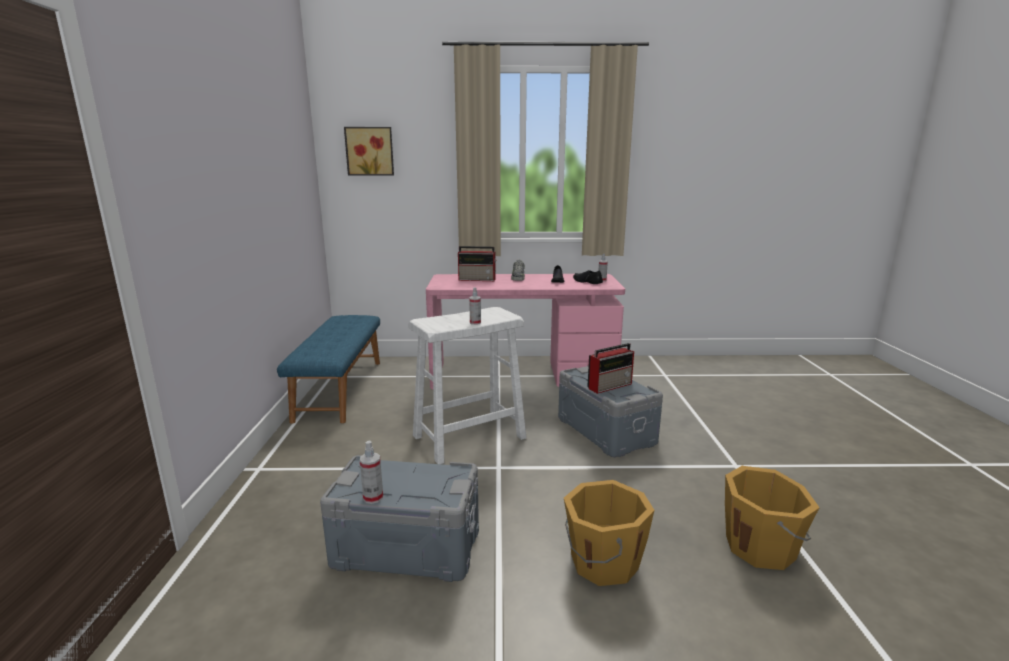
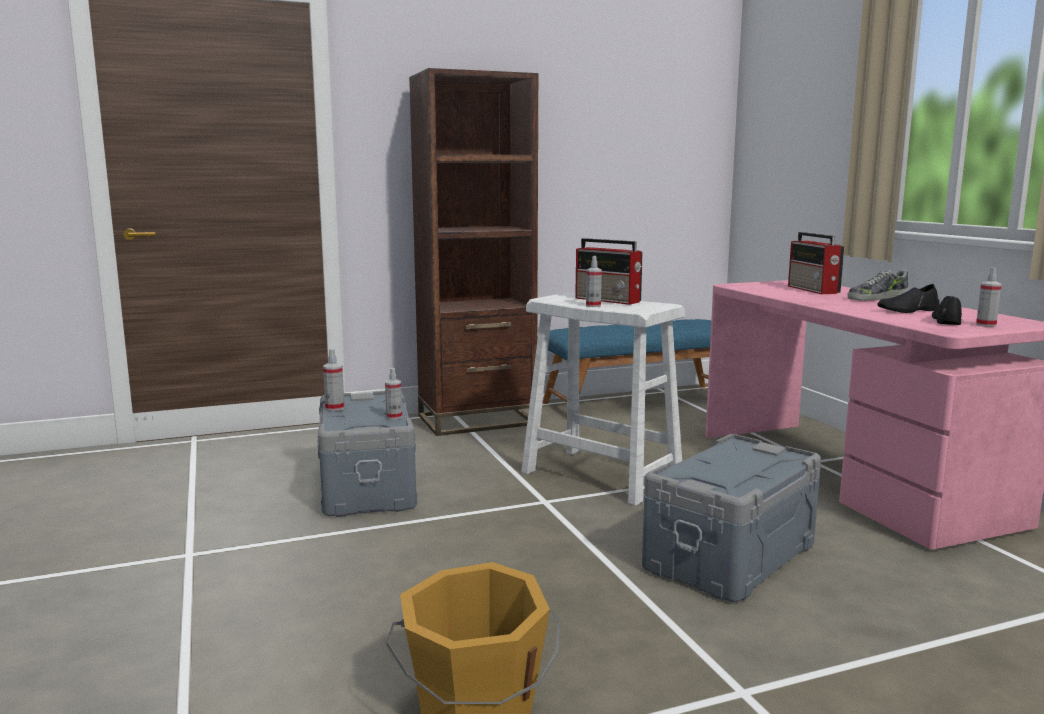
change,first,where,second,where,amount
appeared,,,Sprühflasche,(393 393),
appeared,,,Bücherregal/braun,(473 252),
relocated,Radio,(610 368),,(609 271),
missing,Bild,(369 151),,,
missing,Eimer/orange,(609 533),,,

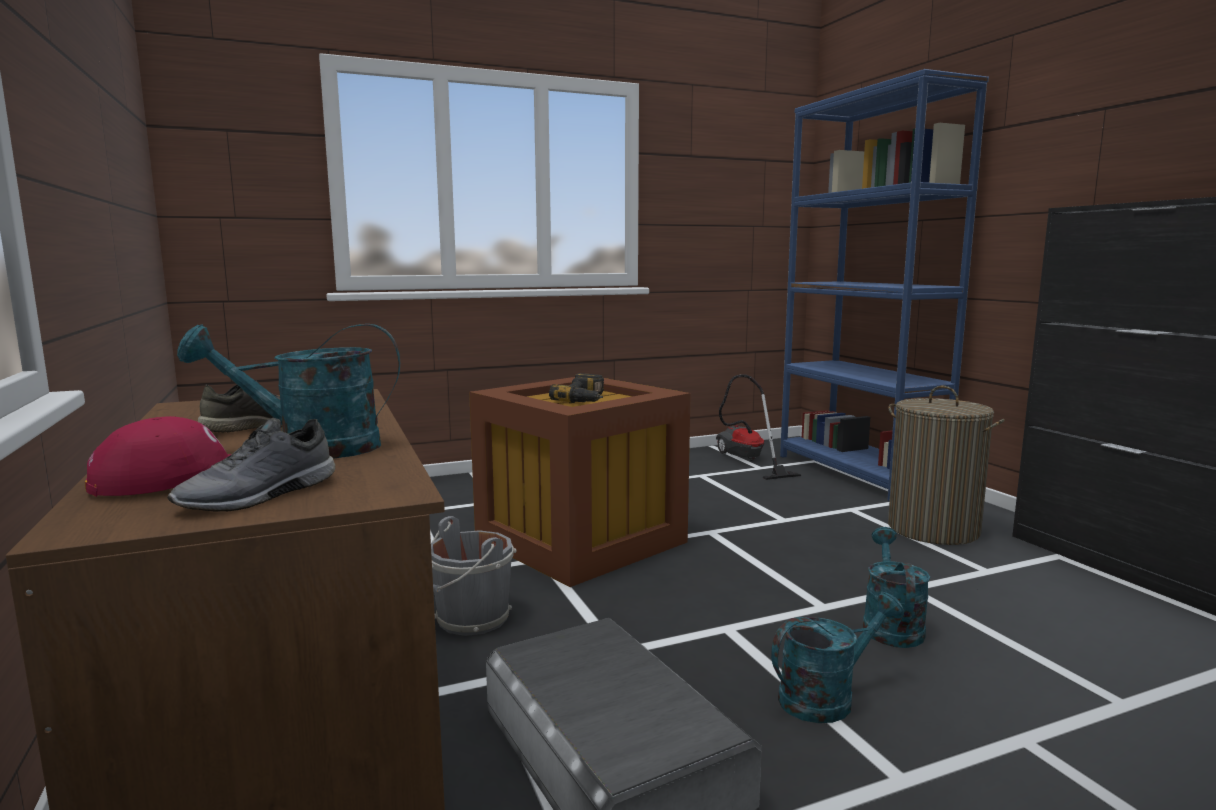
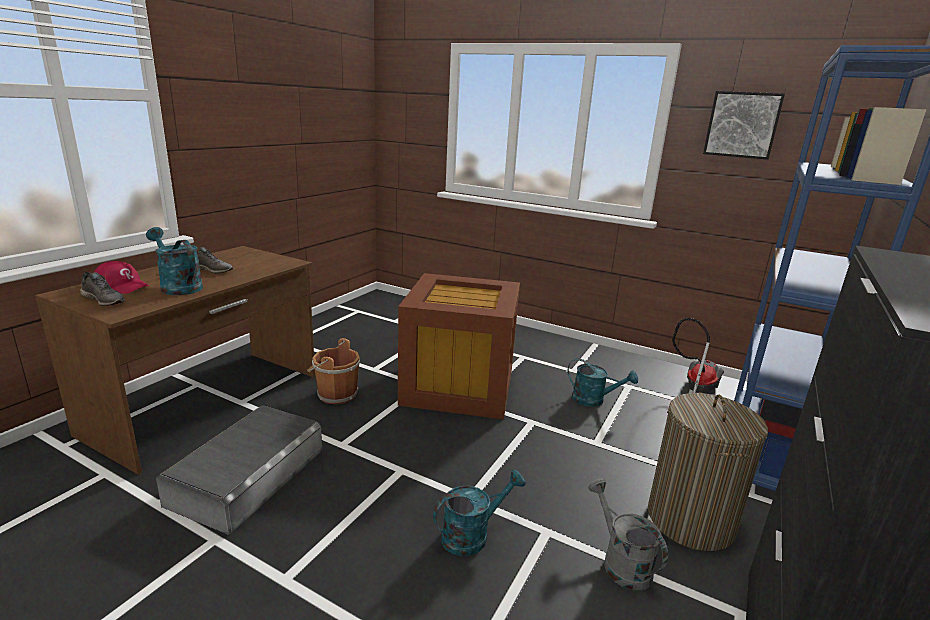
change,first,where,second,where,amount
spun,Schuh/grau,(251 464),,(102 289),150 degrees counterclockwise
colour,Eimer/grau,(474 576),Eimer/braun,(333 371),
relocated,Gießkanne/türkis,(837 657),,(602 382),
appeared,,,Gießkanne/grau,(628 534),
appeared,,,Bild,(744 125),
missing,Bohrmaschine,(576 388),,,

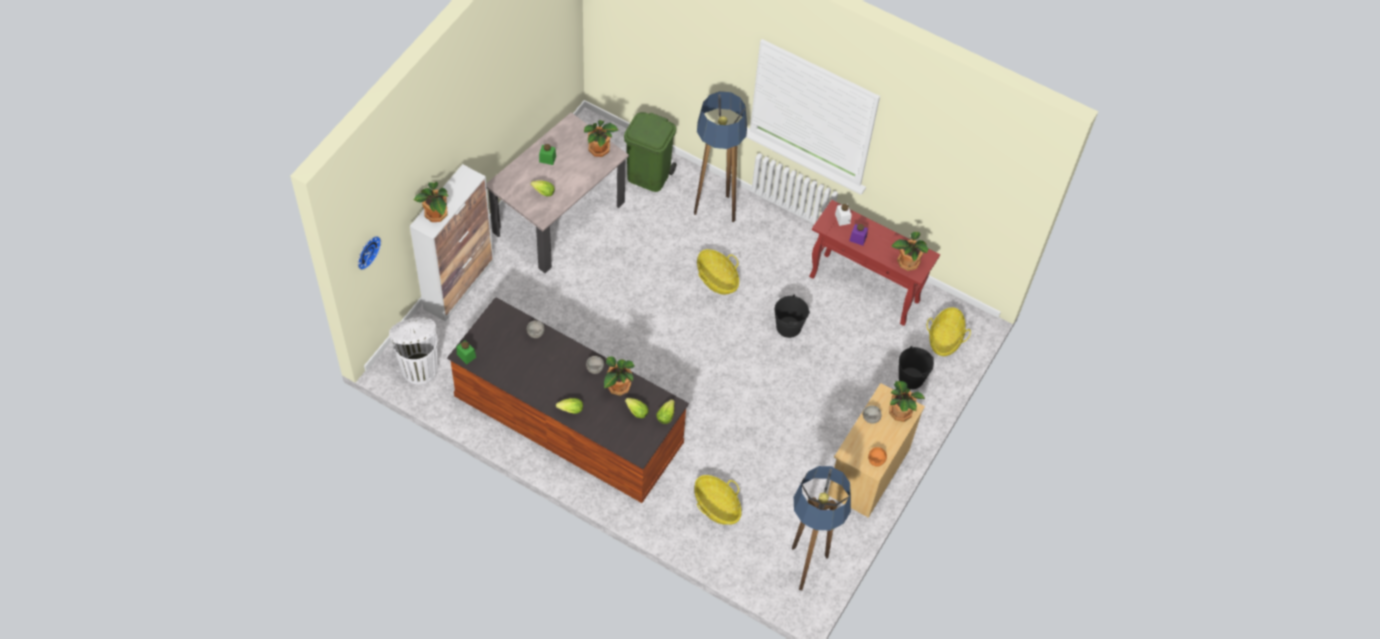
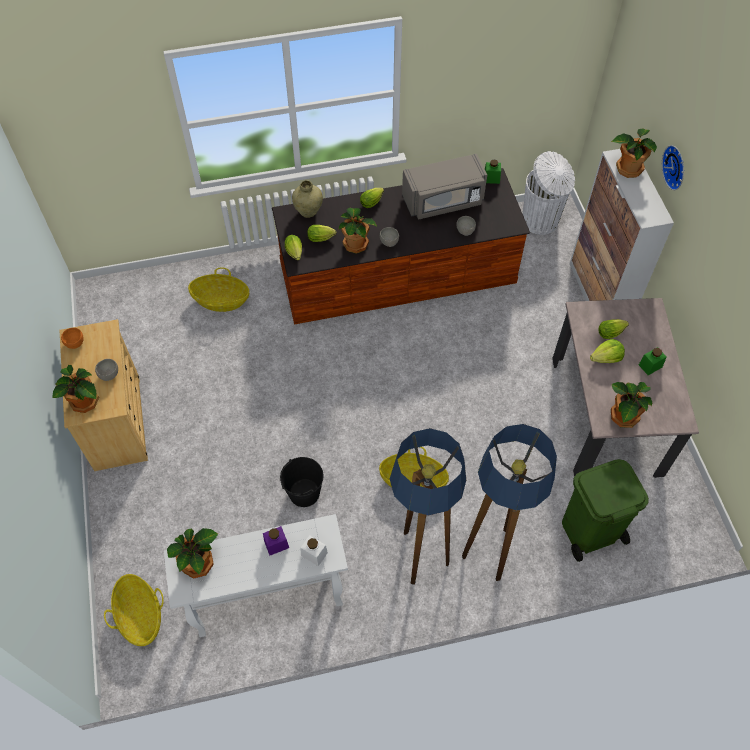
change,first,where,second,where,amount
colour,Konsolentisch/rot,(874 263),Konsolentisch/weiß,(256 575),
appeared,,,Vase/beige,(307 199),
relocated,Stehlampe,(821 528),,(428 506),
appeared,,,Mikrowelle/grau,(444 186),
appeared,,,Salatkopf,(607 351),
relocated,Wanduhr,(369 253),,(673 167),
missing,Eimer/schwarz,(916 367),,,

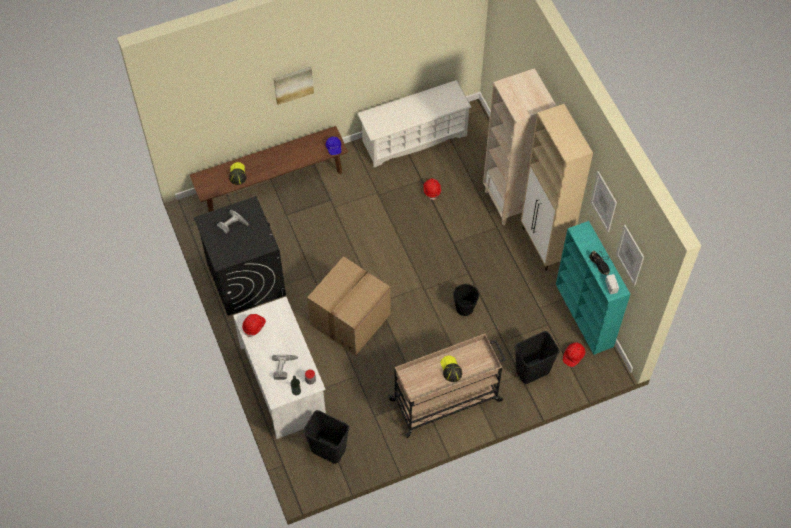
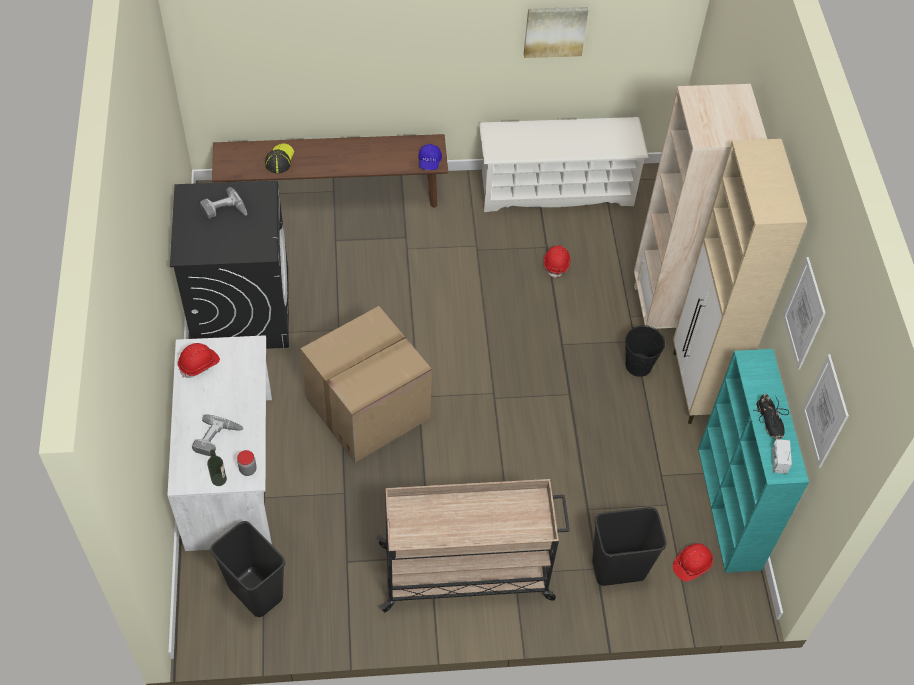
change,first,where,second,where,amount
relocated,Bild,(294 85),,(556 32),
relocated,Eimer/schwarz,(466 300),,(645 351),
missing,Kappe,(451 369),,,

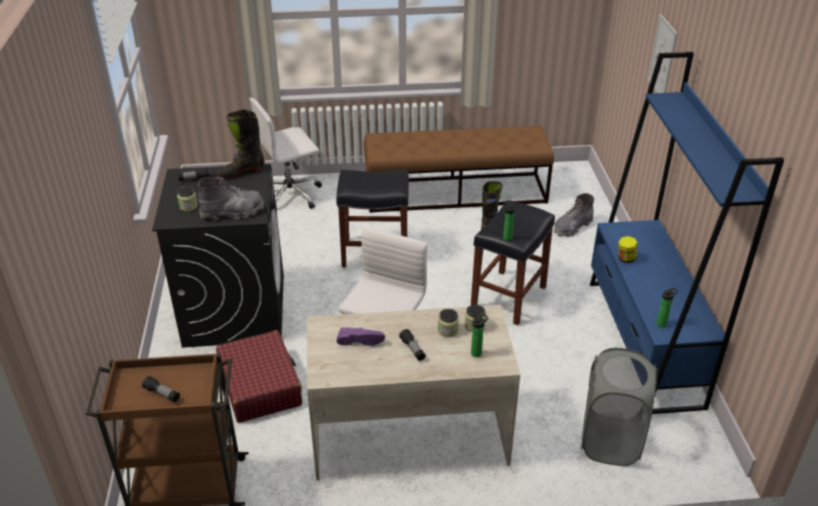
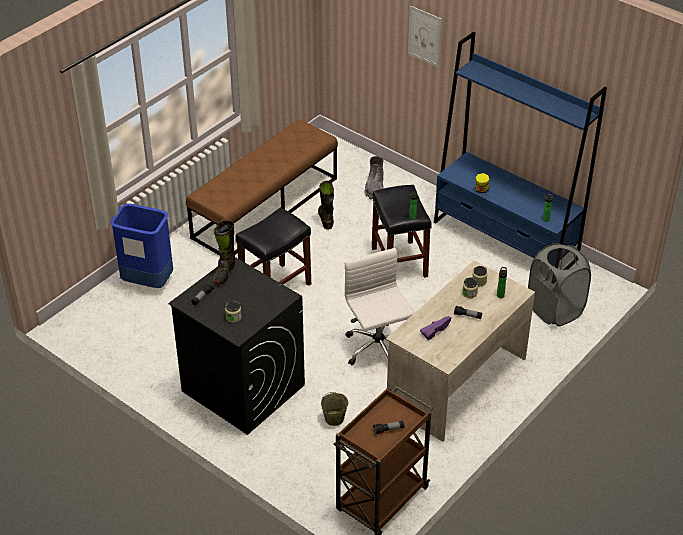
change,first,where,second,where,amount
exchanged,Bürostuhl/weiß,(285 154),Mülleimer/blau,(141 246),
exchanged,Koffer/rot,(259 376),Eimer/beige,(334 409),
missing,Stiefel/grau,(231 199),,,

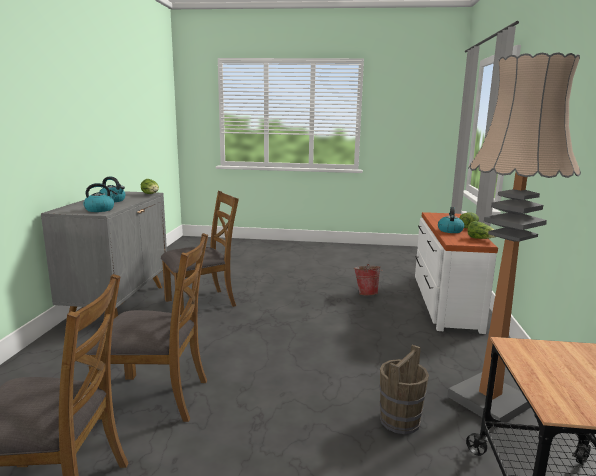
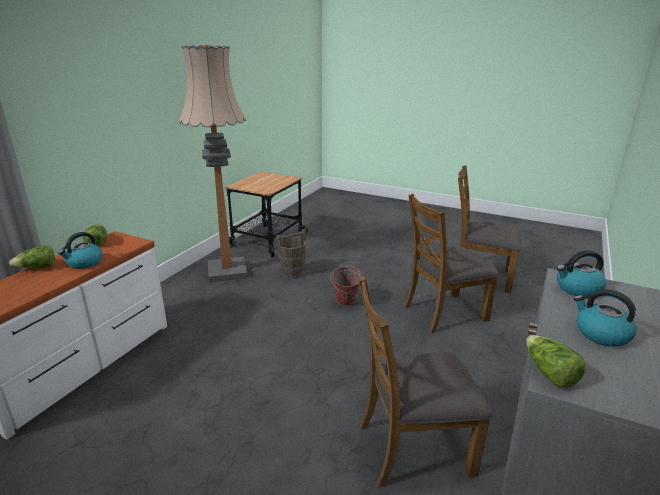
change,first,where,second,where,amount
relocated,Eimer,(368 279),,(346 285),
spun,Stuhl/braun,(147 327),,(451 263),45 degrees counterclockwise

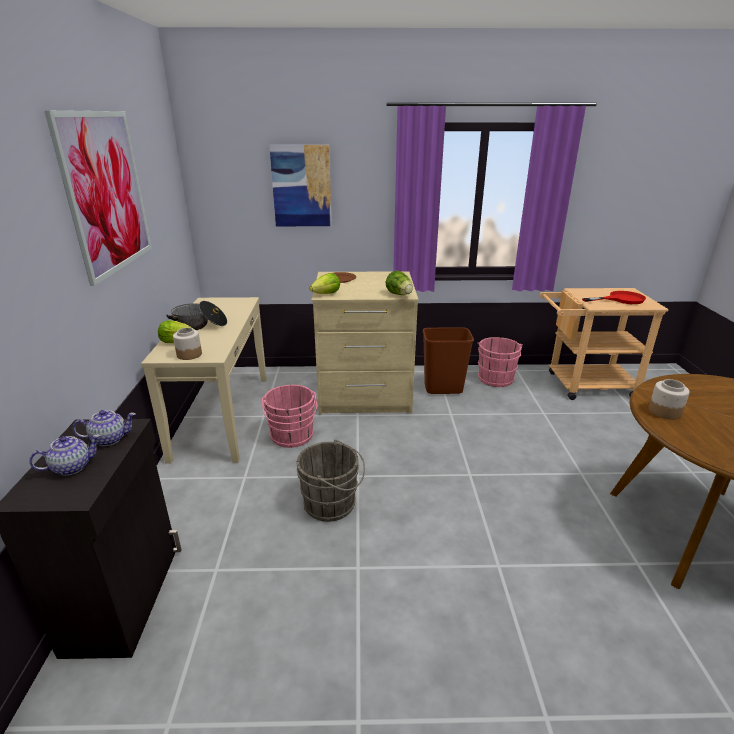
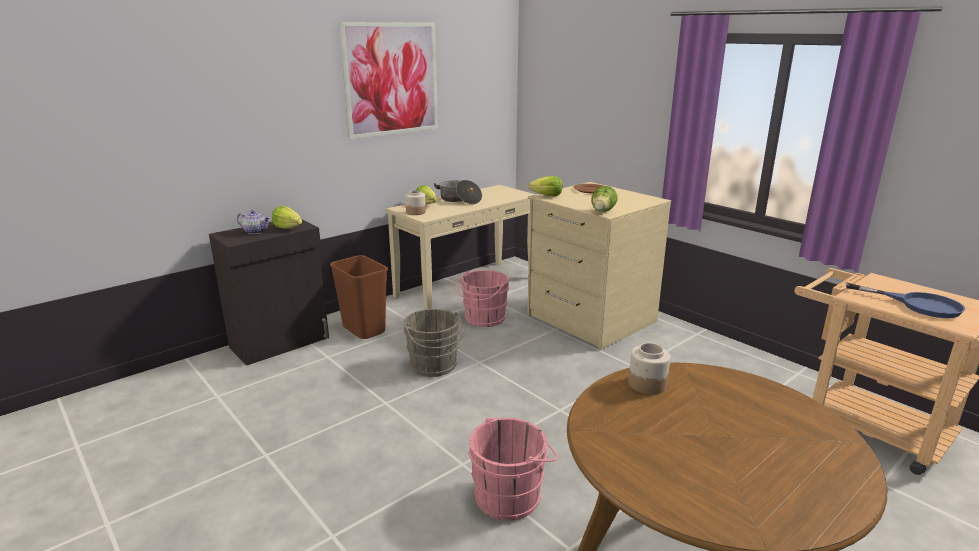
change,first,where,second,where,amount
exchanged,Teekanne,(104 428),Salatkopf,(287 217),
relocated,Mülleimer/braun,(448 360),,(359 297),
relocated,Eimer/rosa,(499 362),,(513 469),
colour,Pfanne/rot,(614 297),Pfanne/blau,(905 300),
missing,Bild,(300 185),,,

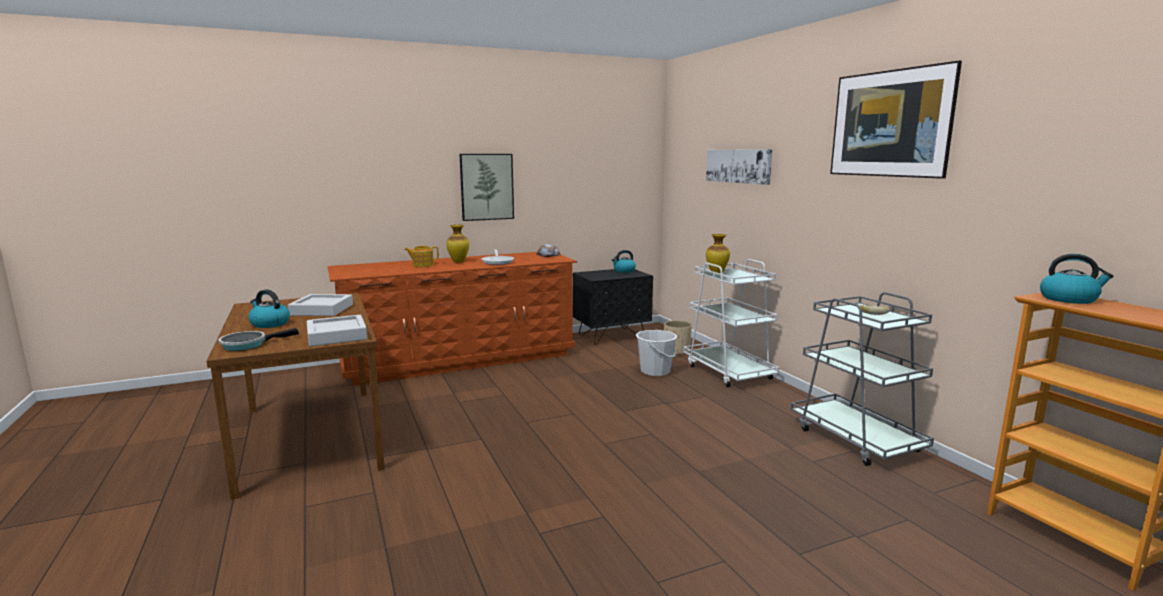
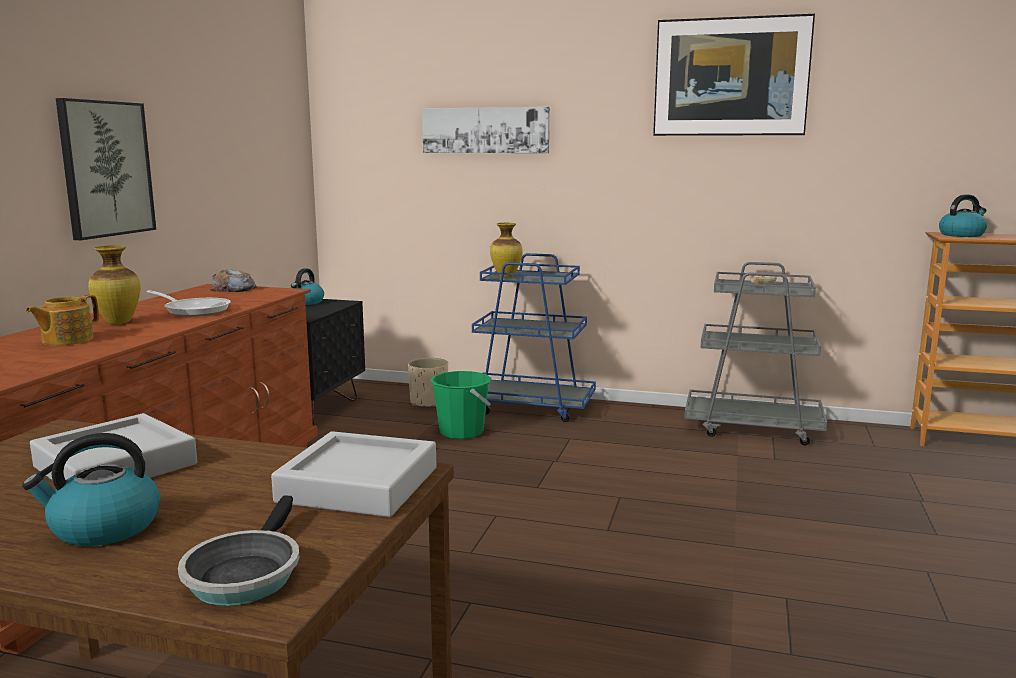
change,first,where,second,where,amount
colour,Eimer/weiß,(656 353),Eimer/grün,(460 405),
colour,Rollwagen/weiß,(731 323),Rollwagen/blau,(534 337),

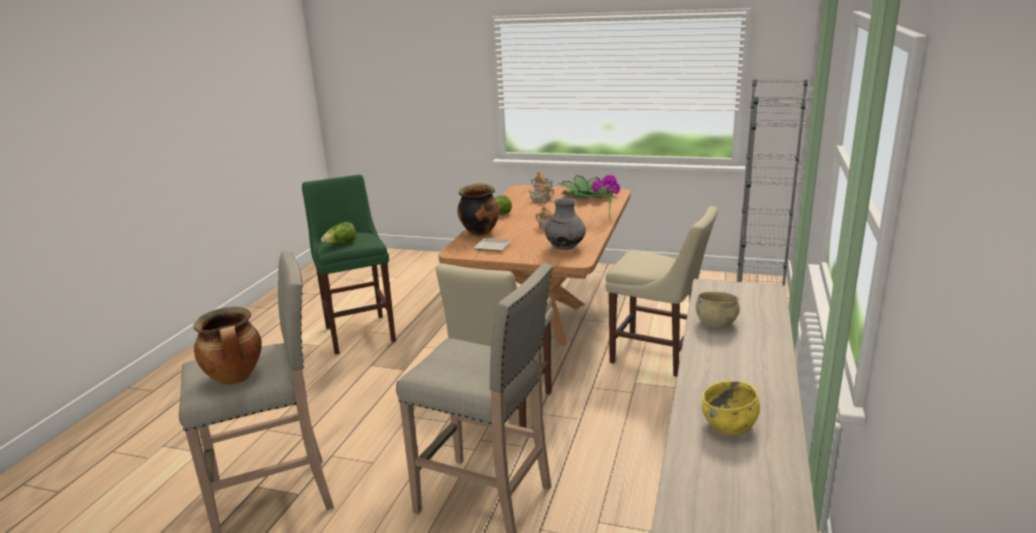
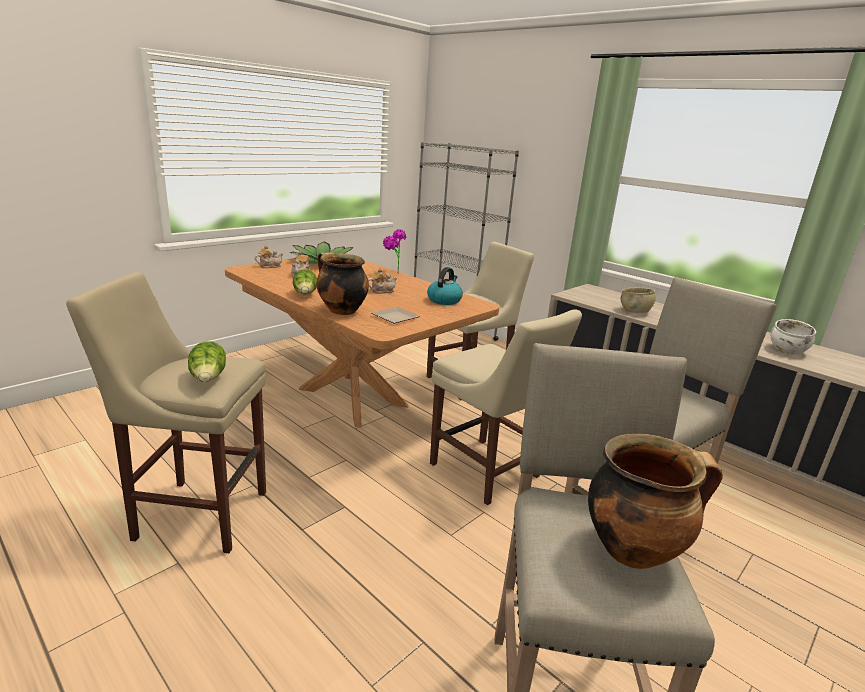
change,first,where,second,where,amount
colour,Hocker/grün,(349 265),Hocker/beige,(166 412),
exchanged,Vase/grau,(565 224),Wasserkessel,(445 286),
colour,Schüssel/gelb,(731 408),Schüssel/weiß,(793 337),

